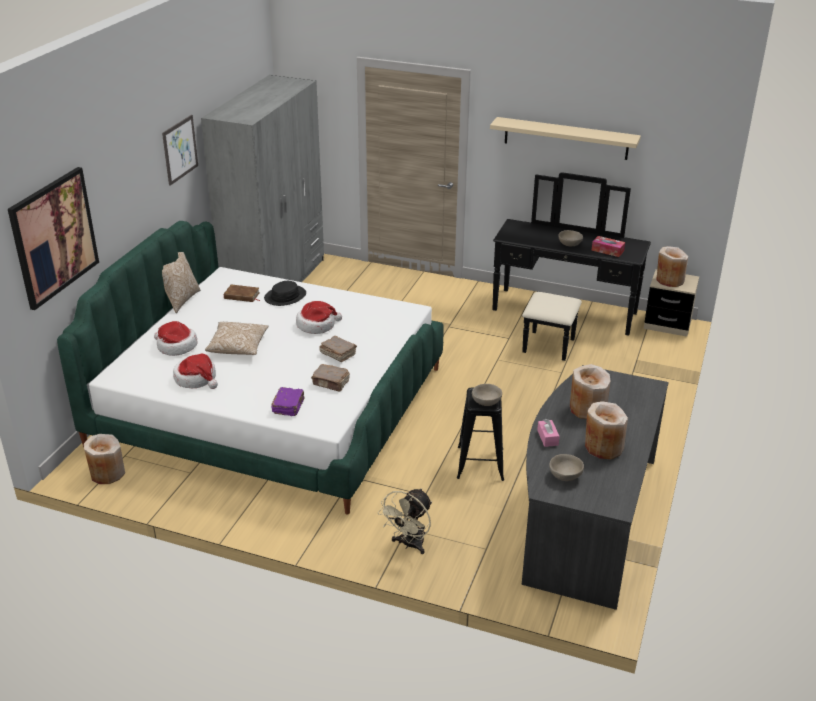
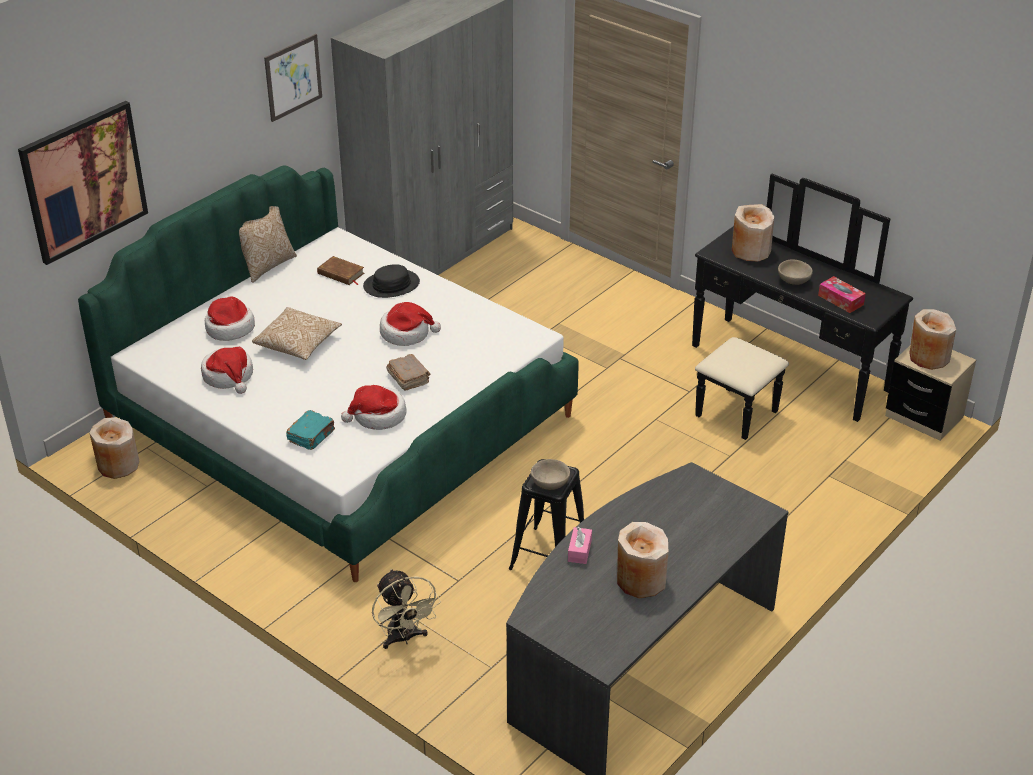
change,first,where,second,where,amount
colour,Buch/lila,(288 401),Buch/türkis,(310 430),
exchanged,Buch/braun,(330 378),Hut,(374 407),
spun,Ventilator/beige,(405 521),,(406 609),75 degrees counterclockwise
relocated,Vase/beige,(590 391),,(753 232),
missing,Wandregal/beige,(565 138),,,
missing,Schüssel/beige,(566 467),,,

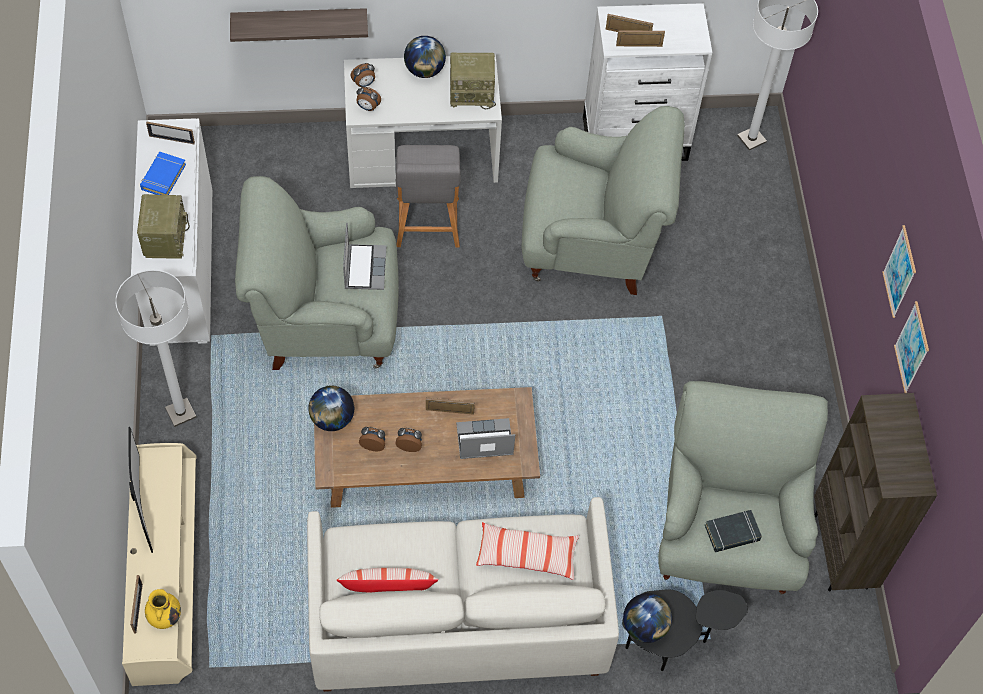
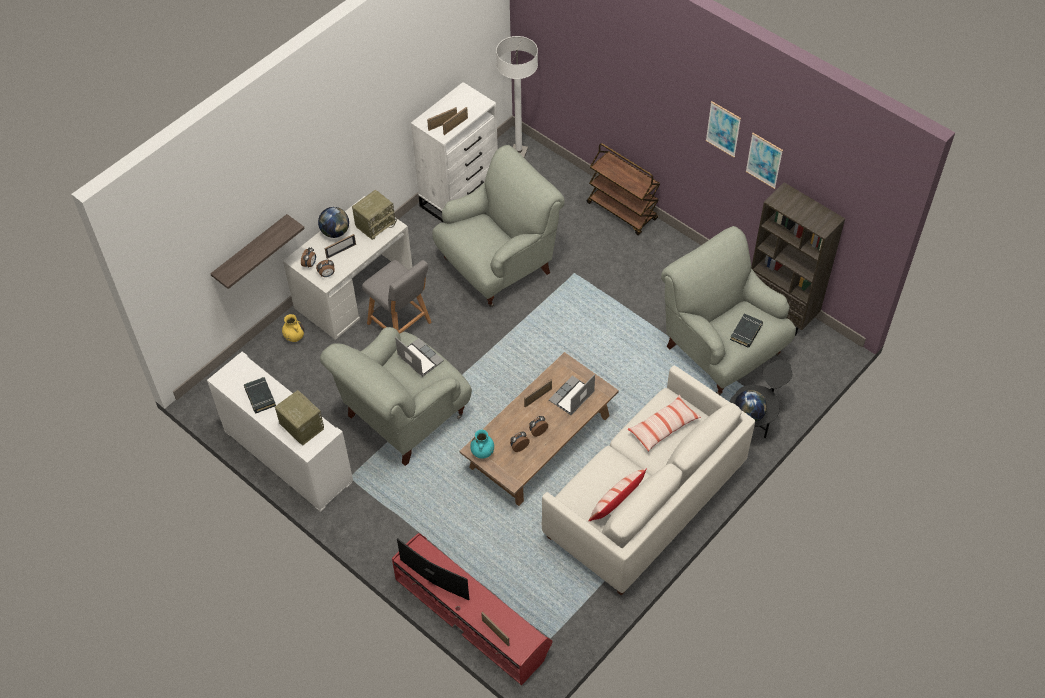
change,first,where,second,where,amount
colour,Buch/blau,(163 173),Buch/schwarz,(260 395),
relocated,Vase/gelb,(163 609),,(293 328),
relocated,Bilderrahmen,(170 133),,(340 246),
colour,Fernsehschrank/beige,(159 564),Fernsehschrank/rot,(472 609),
exchanged,Globus,(331 408),Vase/türkis,(482 444),
appeared,,,Rollwagen/braun,(623 189),
missing,Stehlampe/weiß,(155 348),,,

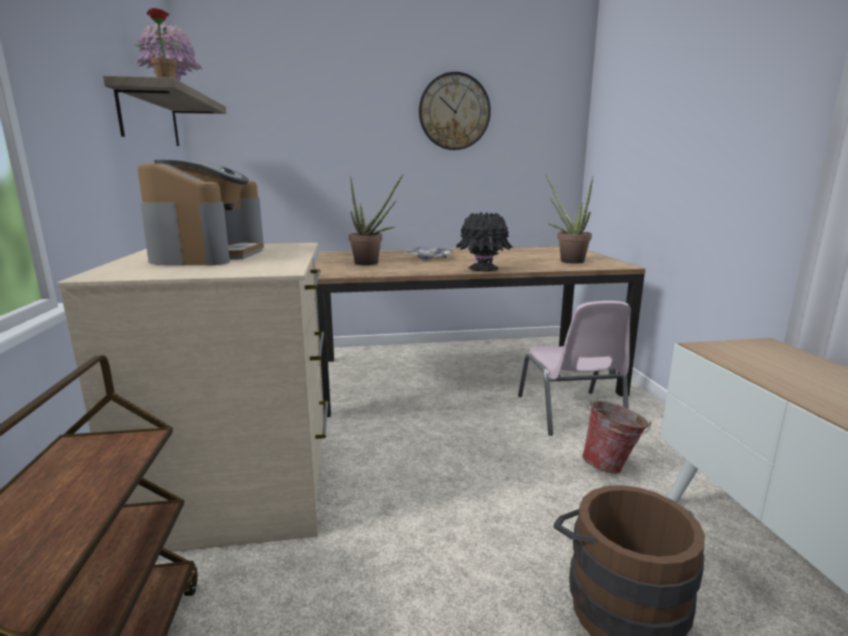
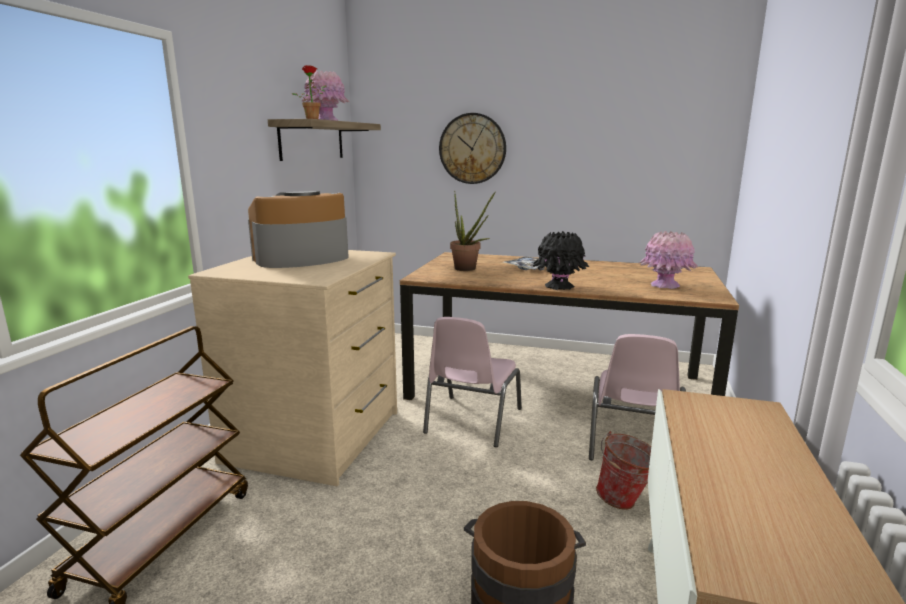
change,first,where,second,where,amount
spun,Kaffeemaschine,(200 213),,(298 229),150 degrees counterclockwise
appeared,,,Stuhl/rosa,(472 382),
relocated,Wanduhr,(455 111),,(472 148),
exchanged,Topfpflanze,(569 218),Vase/rosa,(668 260),

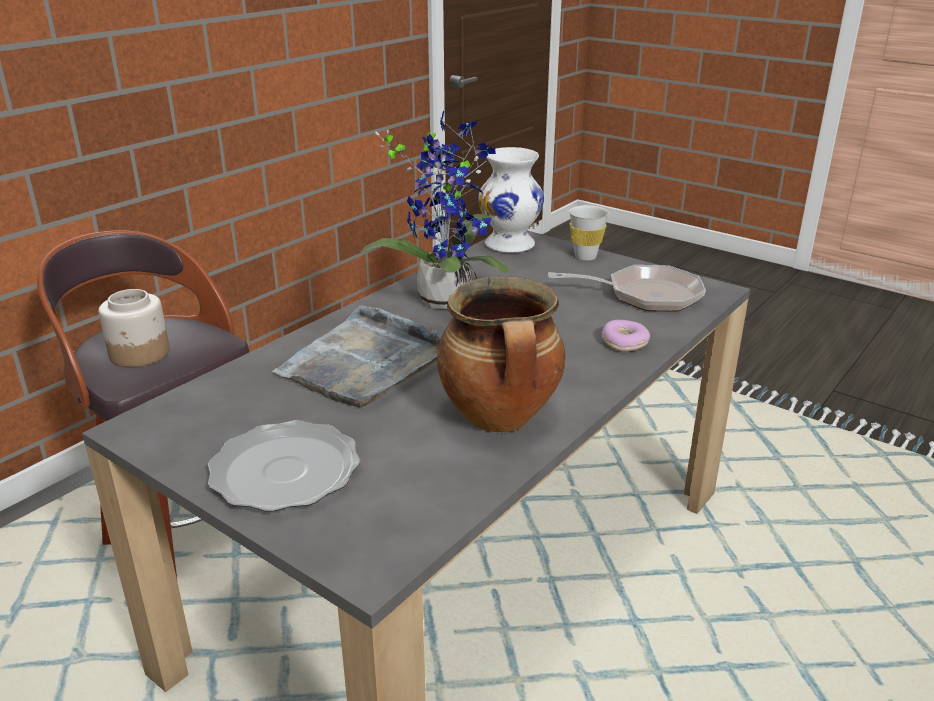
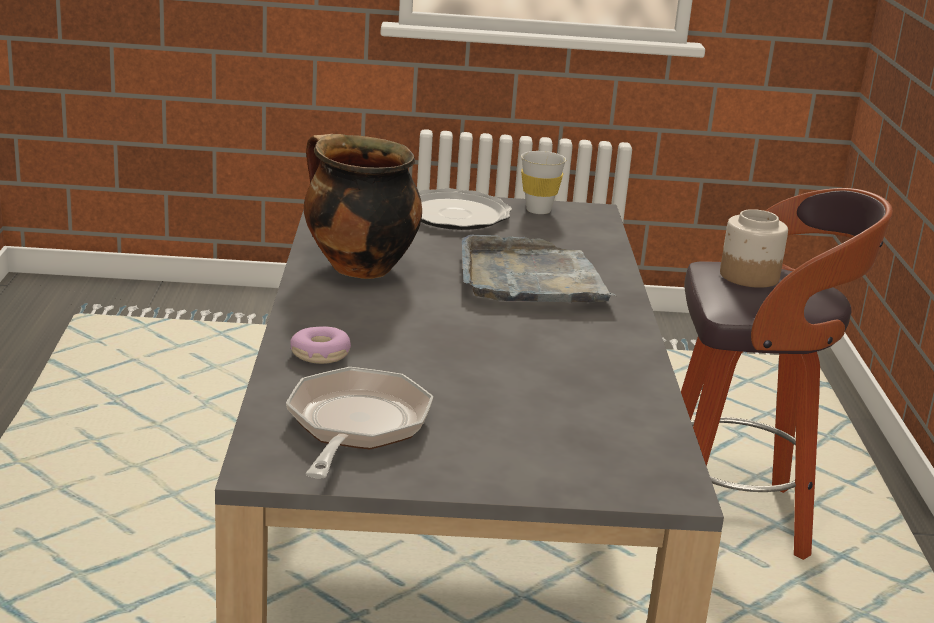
change,first,where,second,where,amount
spun,Pfanne,(627 288),,(359 422),135 degrees clockwise
relocated,Tasse/weiß,(589 233),,(543 182),
missing,Topfpflanze,(434 210),,,
missing,Vase/weiß,(511 200),,,

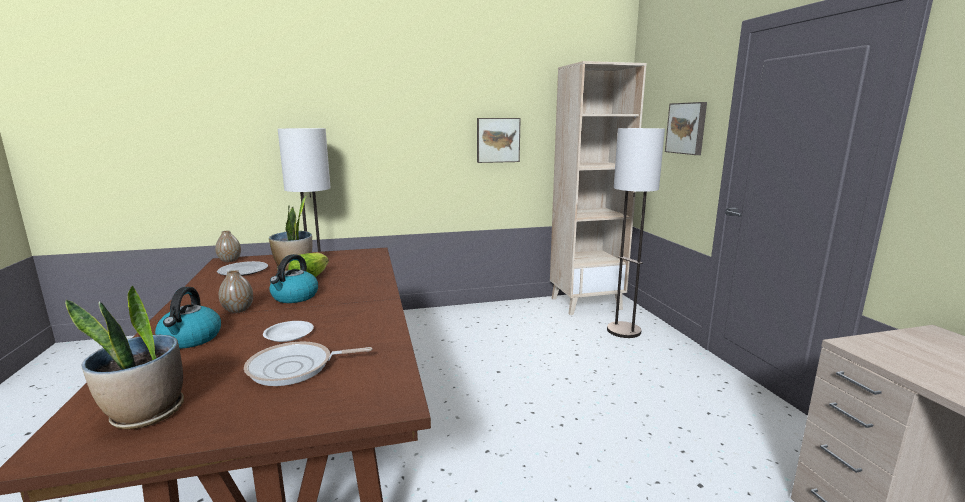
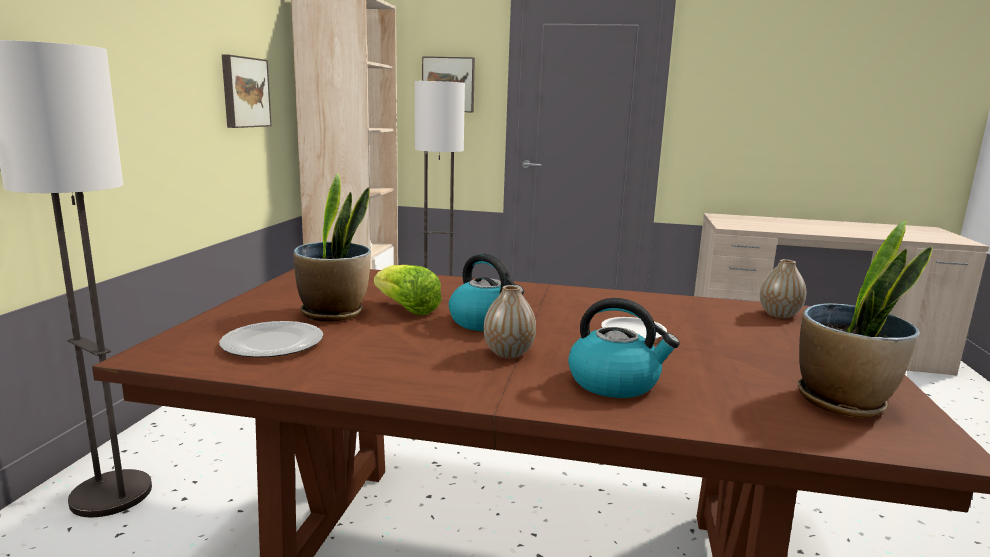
change,first,where,second,where,amount
relocated,Vase,(228 246),,(783 288),
missing,Pfanne,(308 364),,,

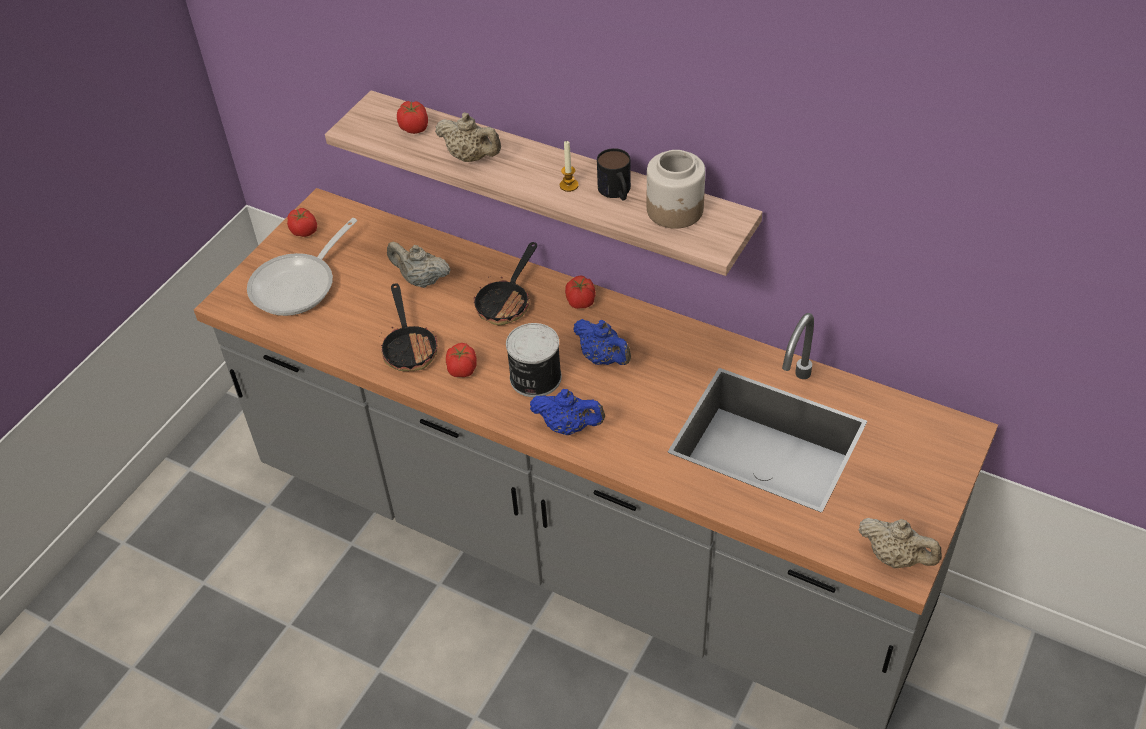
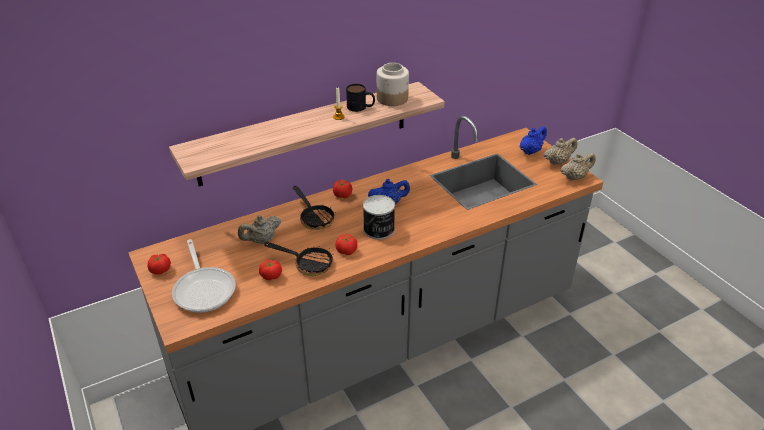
change,first,where,second,where,amount
relocated,Tomate,(412 117),,(270 269),
relocated,Teekanne/blau,(567 412),,(533 140),
relocated,Teekanne/beige,(468 137),,(560 151),

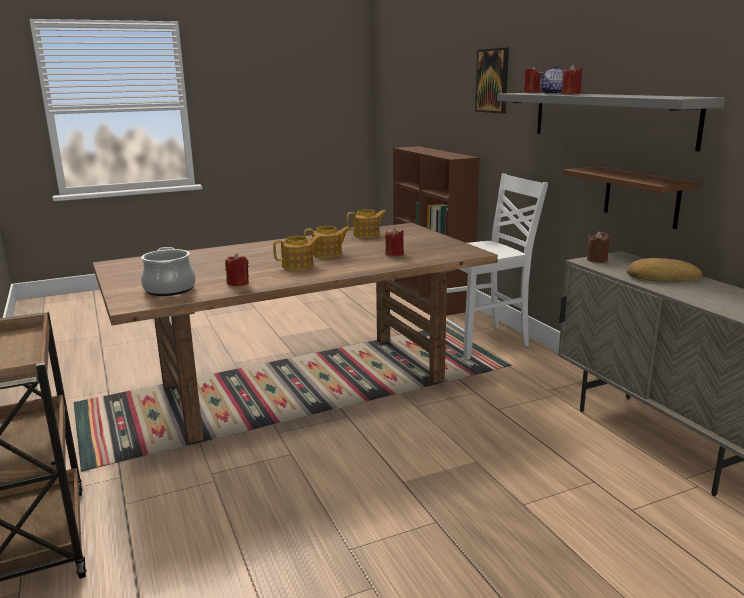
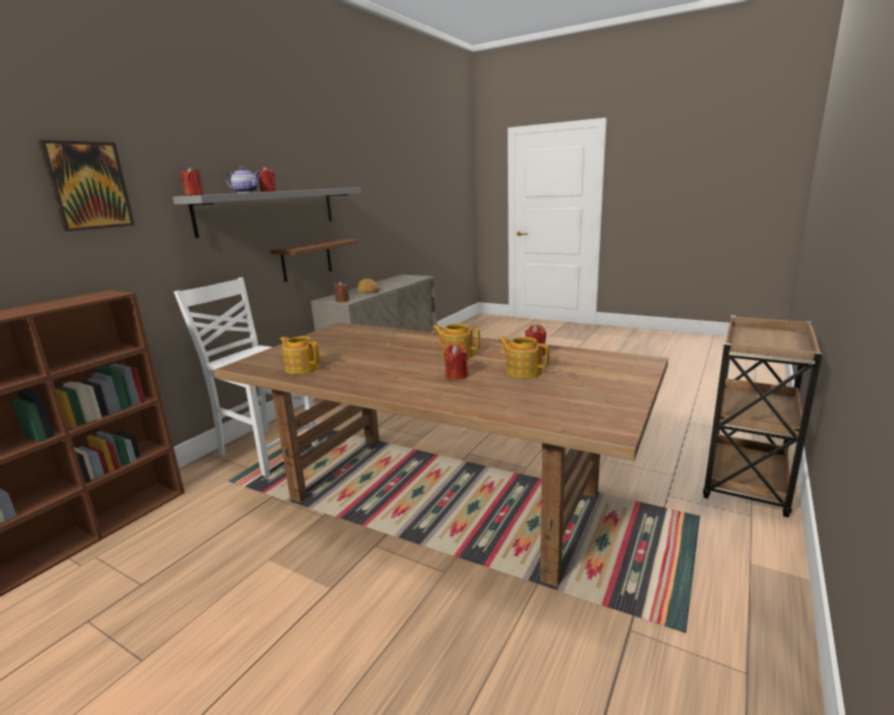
change,first,where,second,where,amount
relocated,Kerze/rot,(394 242),,(455 362),
relocated,Teekanne,(327 242),,(524 357),
missing,Kochtopf,(168 271),,,

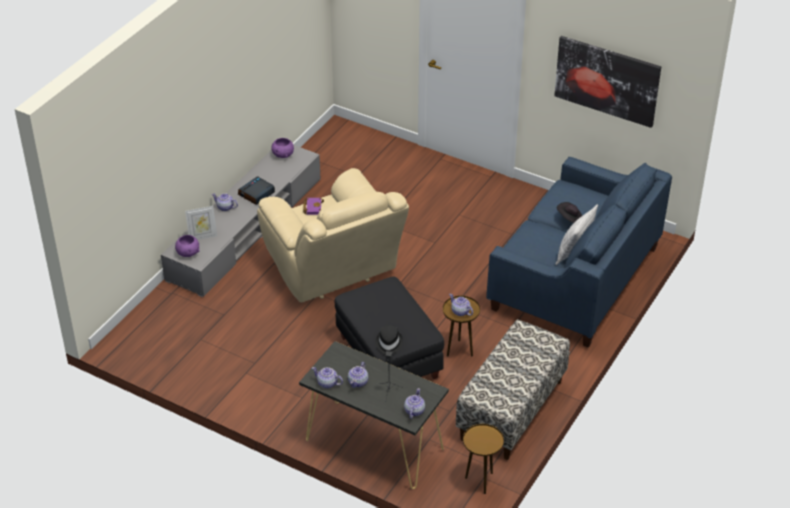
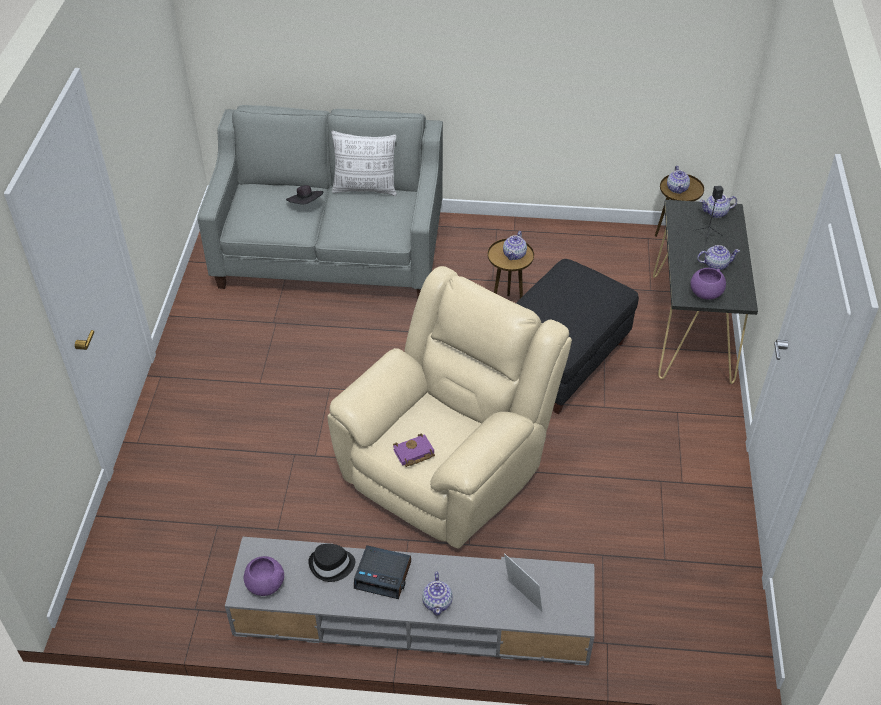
change,first,where,second,where,amount
colour,Sofa/blau,(579 252),Sofa/grau,(320 201),
relocated,Hut/schwarz,(389 340),,(331 563),
relocated,Teekanne,(327 377),,(678 180),
relocated,Schüssel/lila,(187 246),,(708 284),
missing,Bank,(513 390),,,
missing,Bild,(607 82),,,

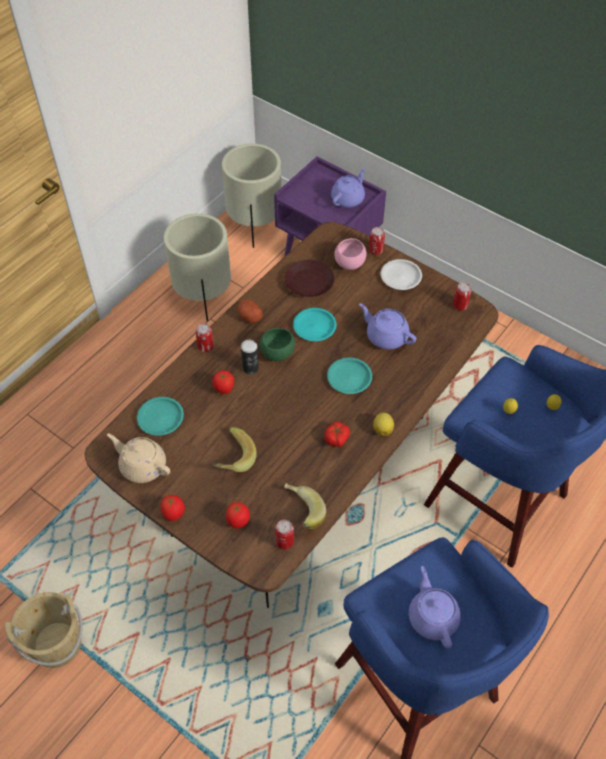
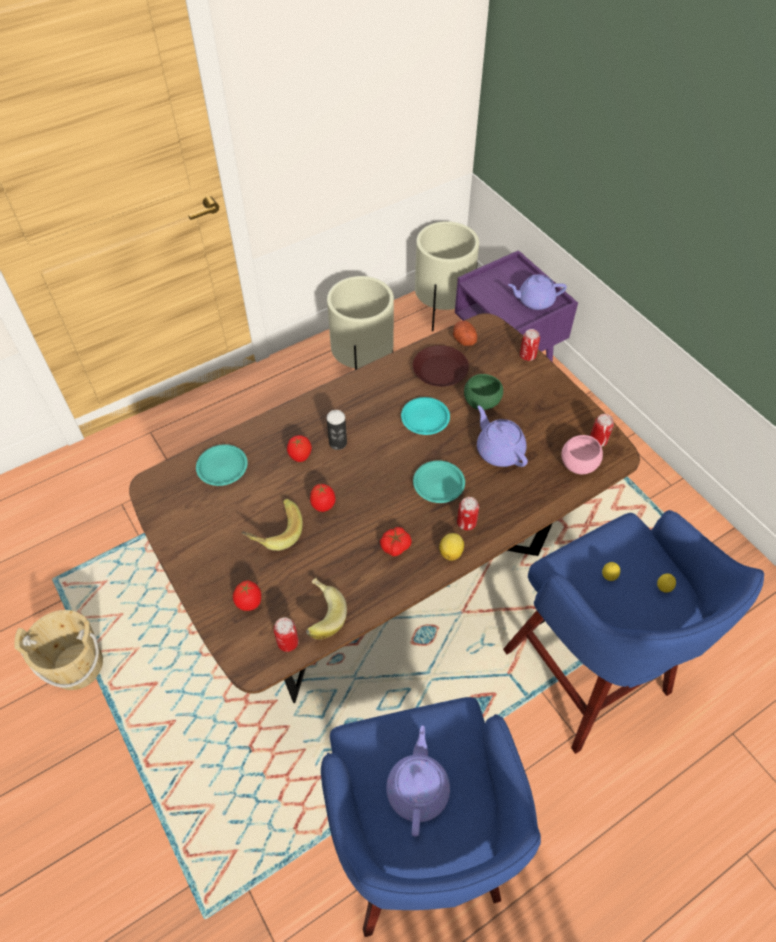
change,first,where,second,where,amount
relocated,Tomate,(173 508),,(323 498),
relocated,Kartoffel,(250 311),,(465 333),
relocated,Dose,(205 337),,(468 513),
relocated,Schüssel/grün,(277 344),,(483 392),
spun,Teekanne/lila,(348 188),,(537 292),150 degrees counterclockwise
relocated,Schüssel/rosa,(350 254),,(582 454),
missing,Teekanne/beige,(138 458),,,
missing,Teller/weiß,(401 274),,,

